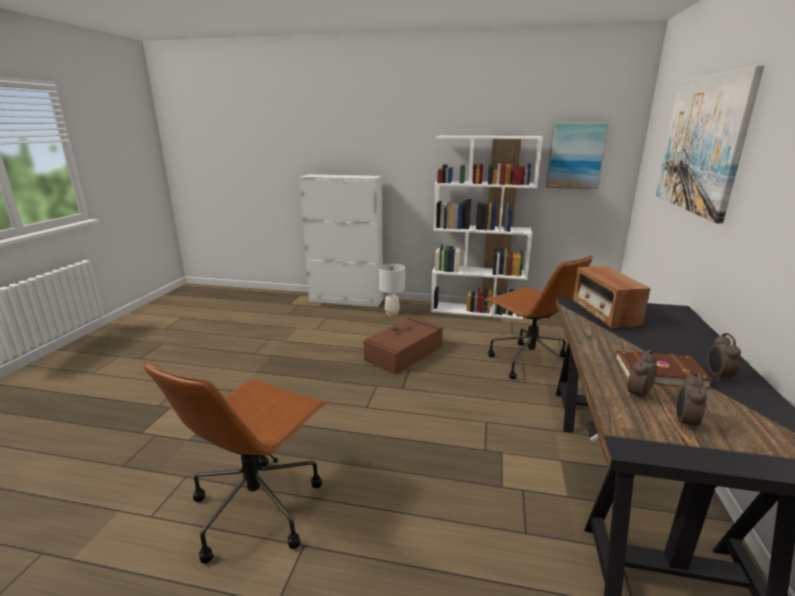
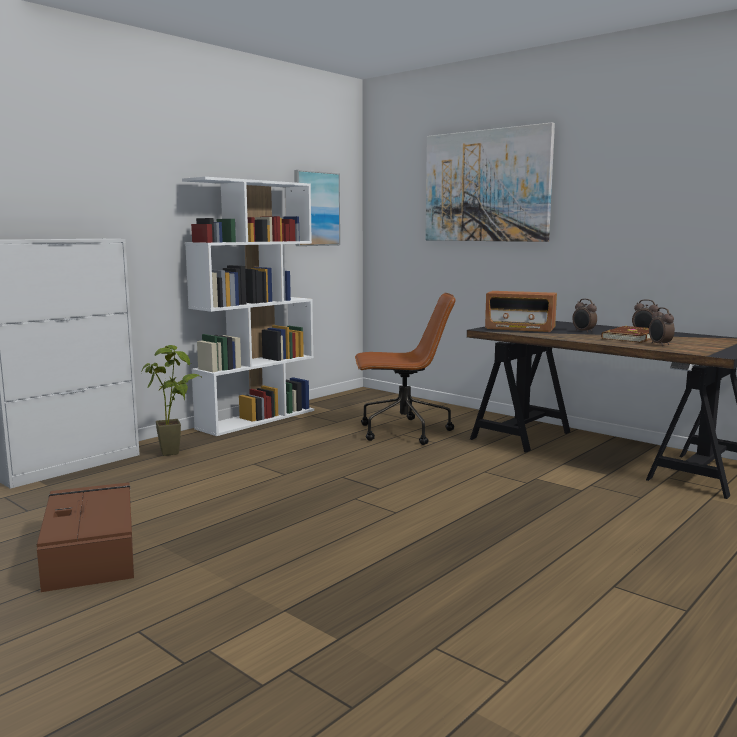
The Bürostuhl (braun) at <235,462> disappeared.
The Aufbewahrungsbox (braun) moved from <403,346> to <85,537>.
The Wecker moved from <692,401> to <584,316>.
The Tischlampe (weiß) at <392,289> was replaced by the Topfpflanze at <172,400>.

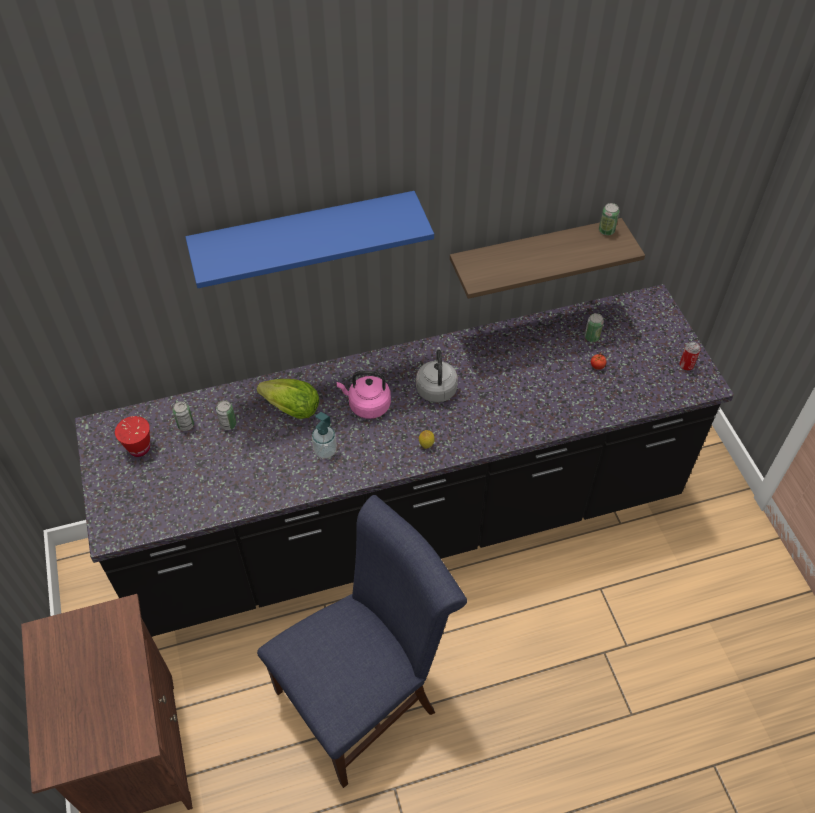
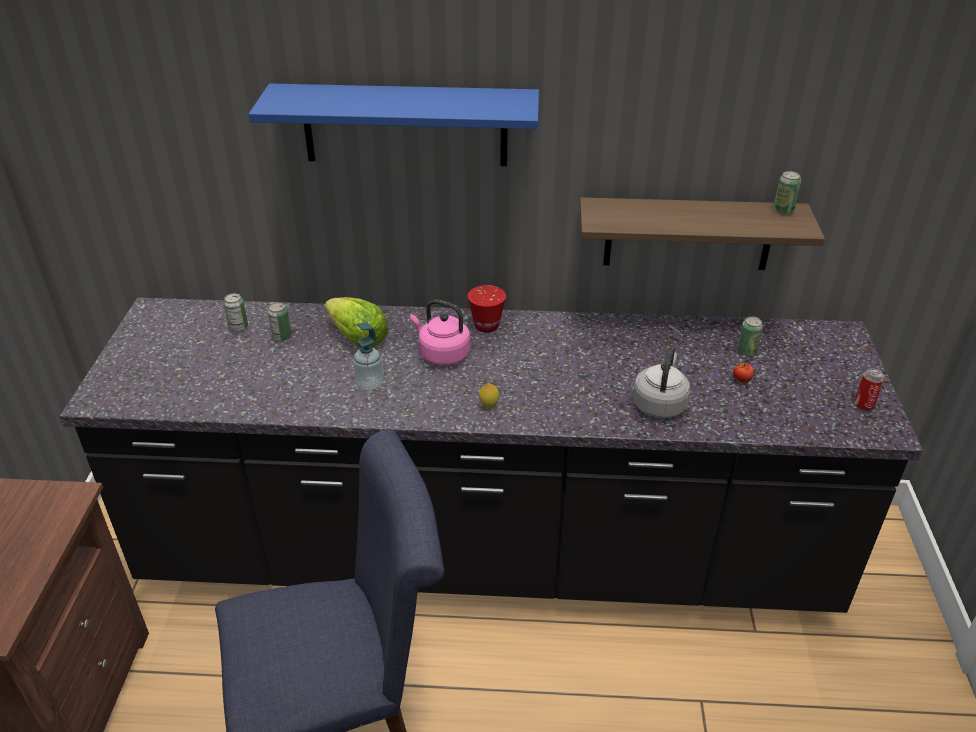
The Tasse (rot) moved from <132,436> to <487,309>.
The Wasserkessel (grau) moved from <437,375> to <661,382>.

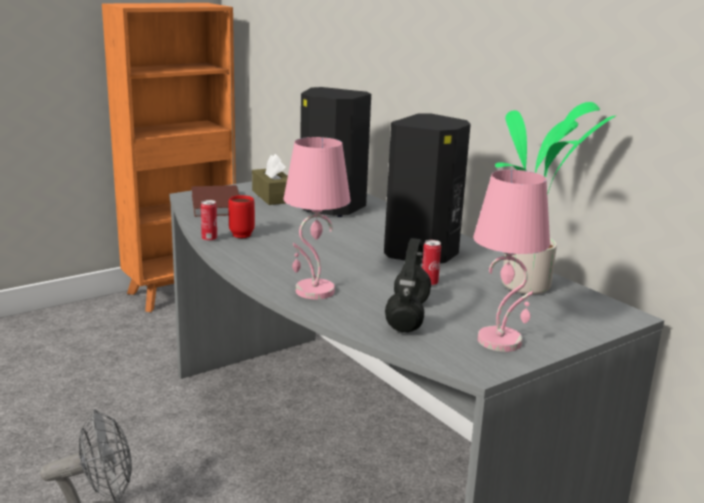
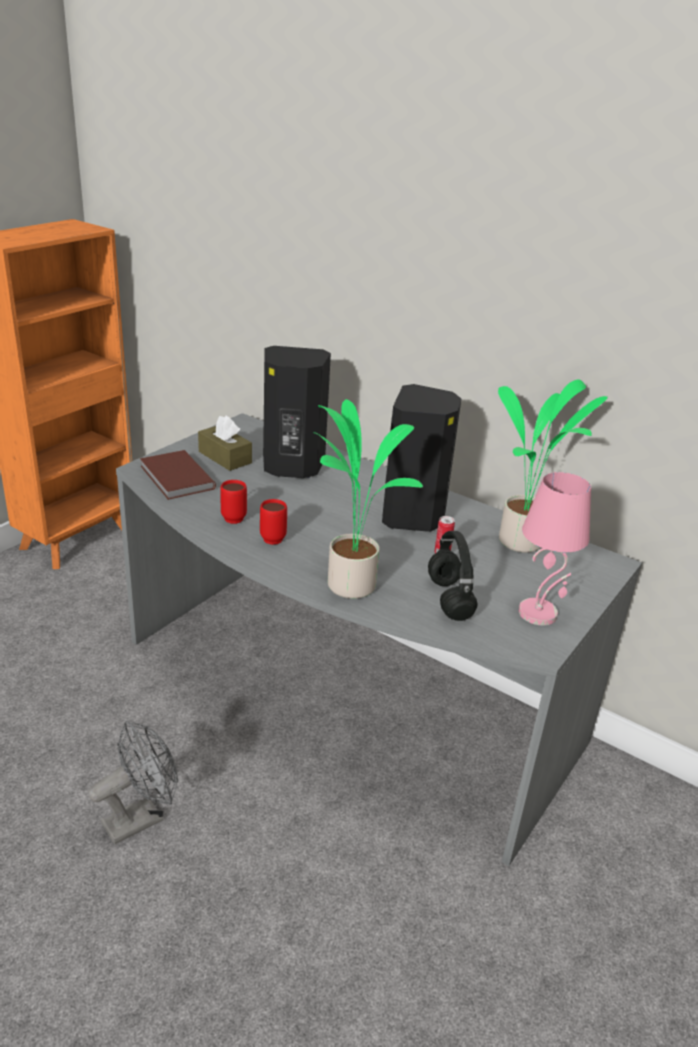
The Dose at <209,221> disappeared.
The Henkelbecher (rot) at <273,522> appeared.
The Tischlampe (rosa) at <317,218> was replaced by the Topfpflanze at <368,499>.

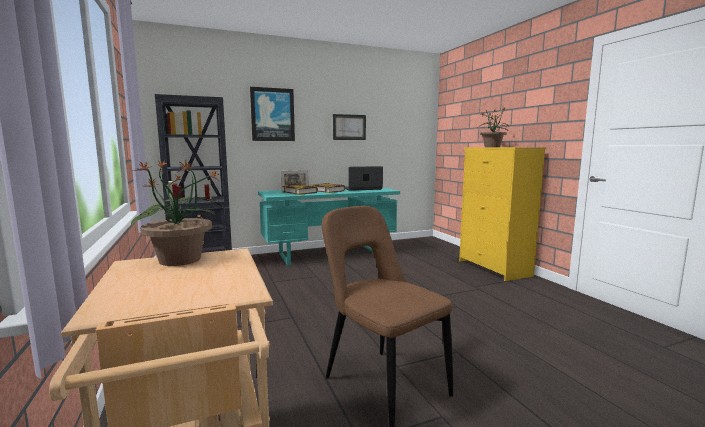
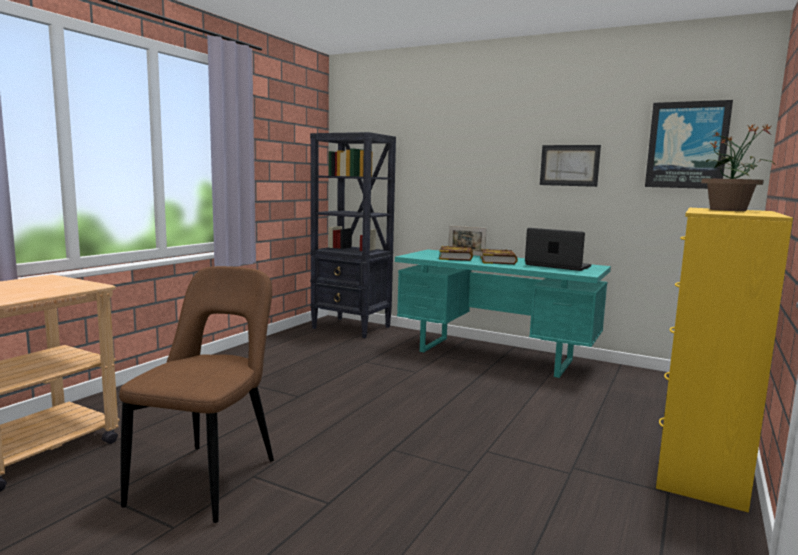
The Topfpflanze at <177,213> disappeared.
The Bild moved from <272,114> to <689,144>.

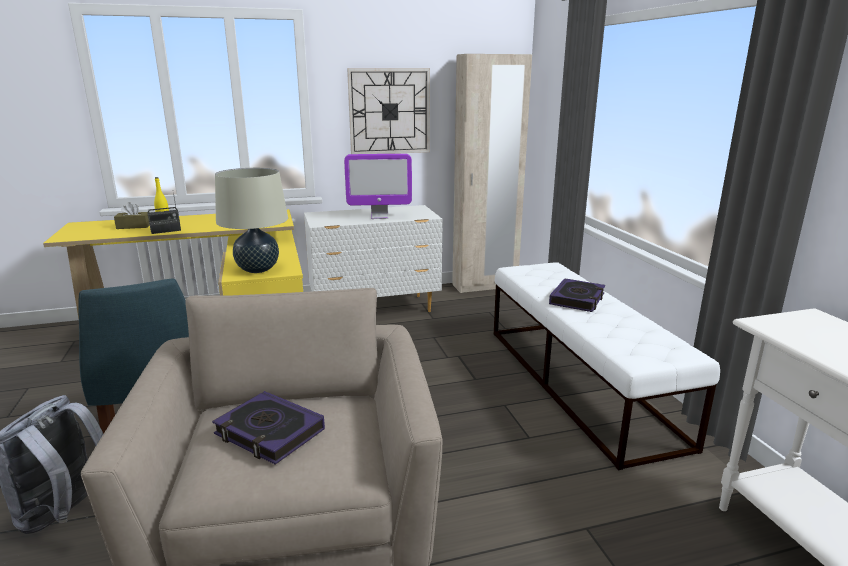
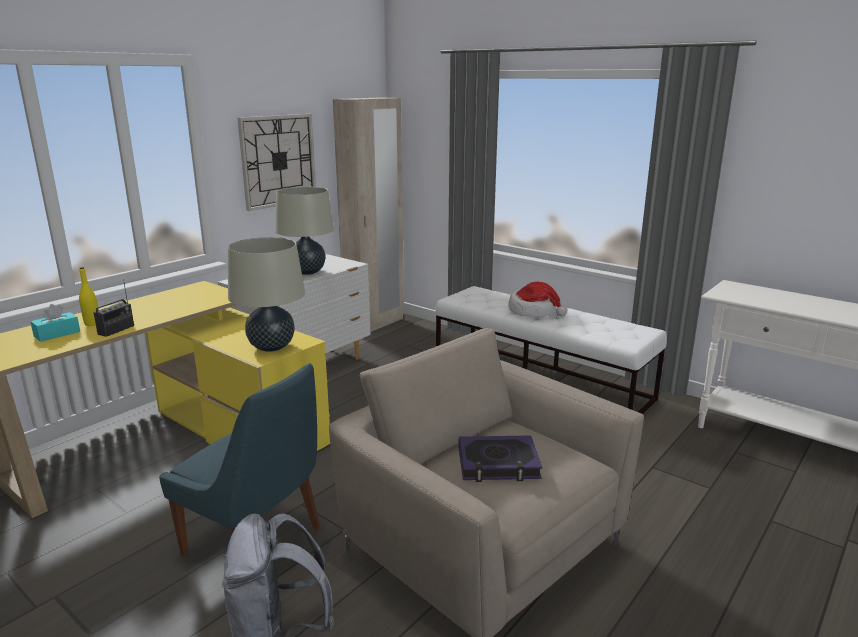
The Monitor at <378,186> was replaced by the Tischlampe (beige) at <304,231>.
The Buch at <577,295> was replaced by the Hut at <537,299>.
The Taschentuchbox (braun) at <132,215> became the Taschentuchbox (türkis) at <55,323>.

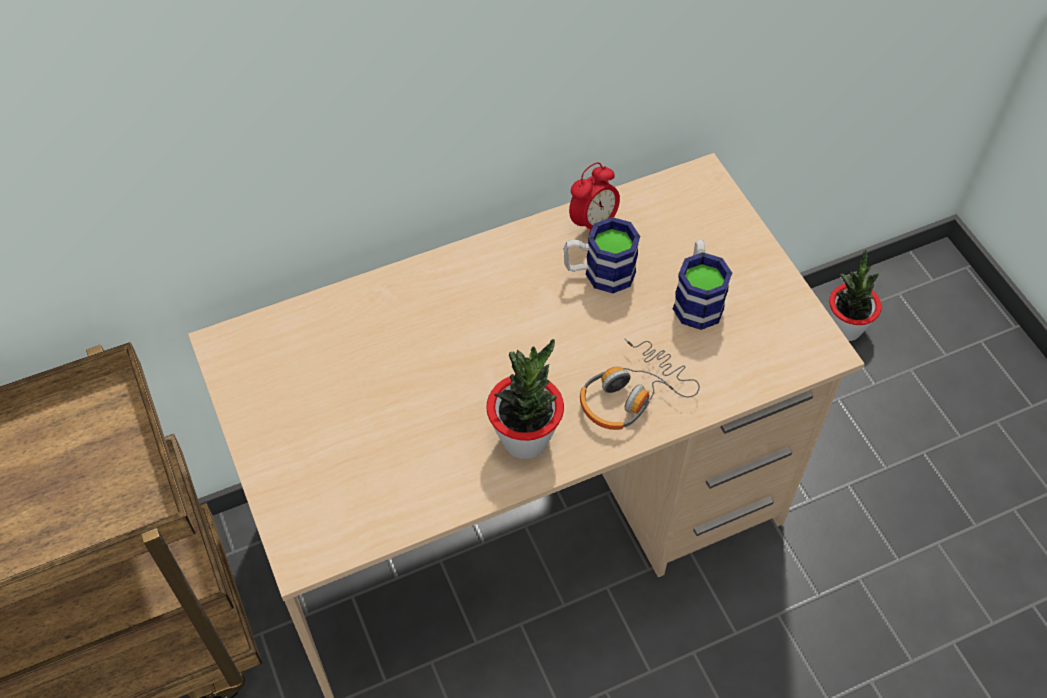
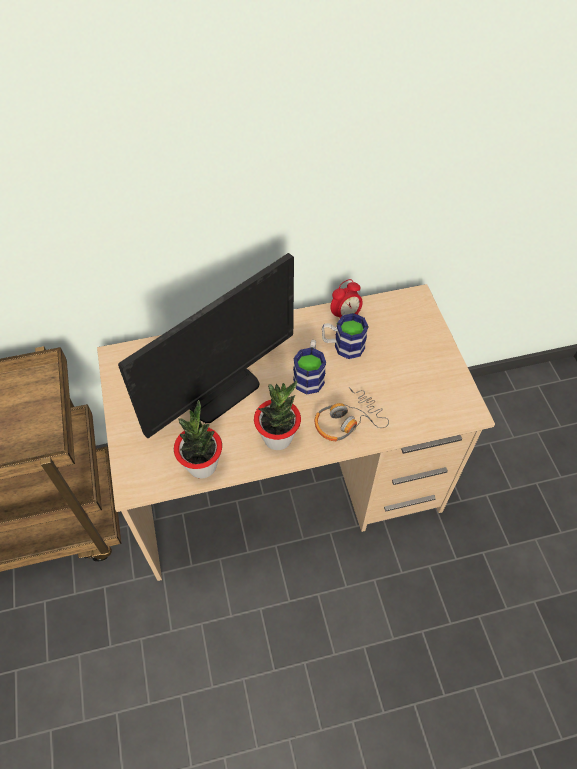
The Monitor at <206,345> appeared.
The Henkelbecher moved from <702,285> to <309,367>.
The Topfpflanze moved from <855,295> to <198,439>.

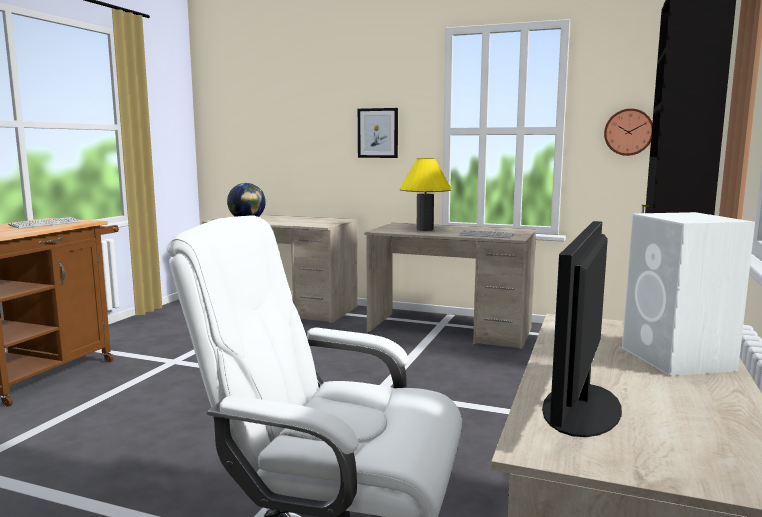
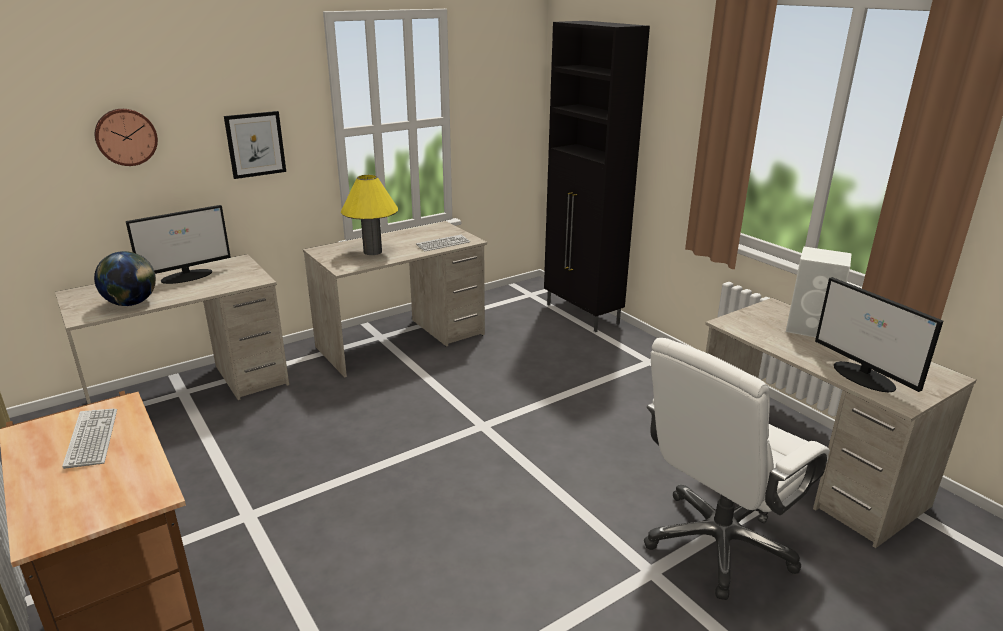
The Monitor at <178,244> appeared.
The Wanduhr moved from <628,132> to <126,137>.

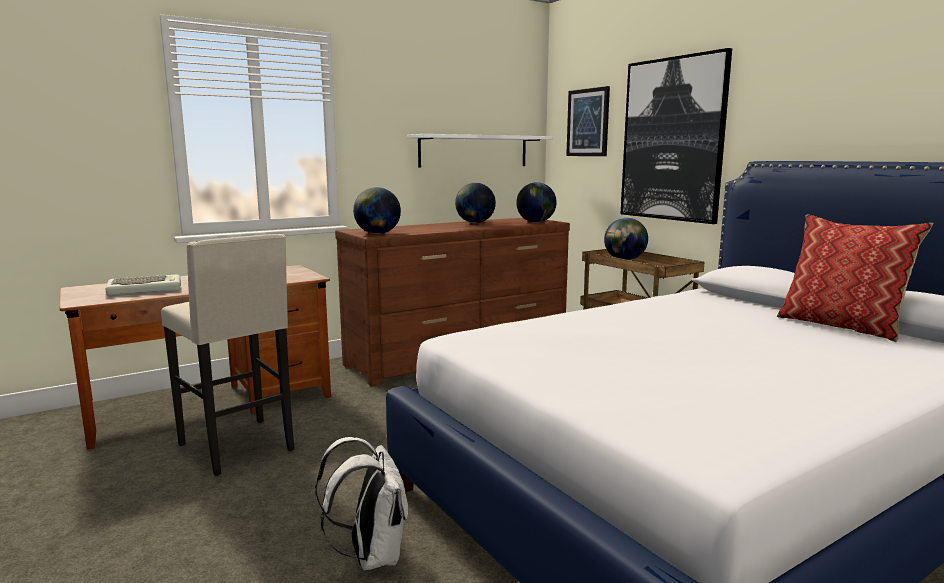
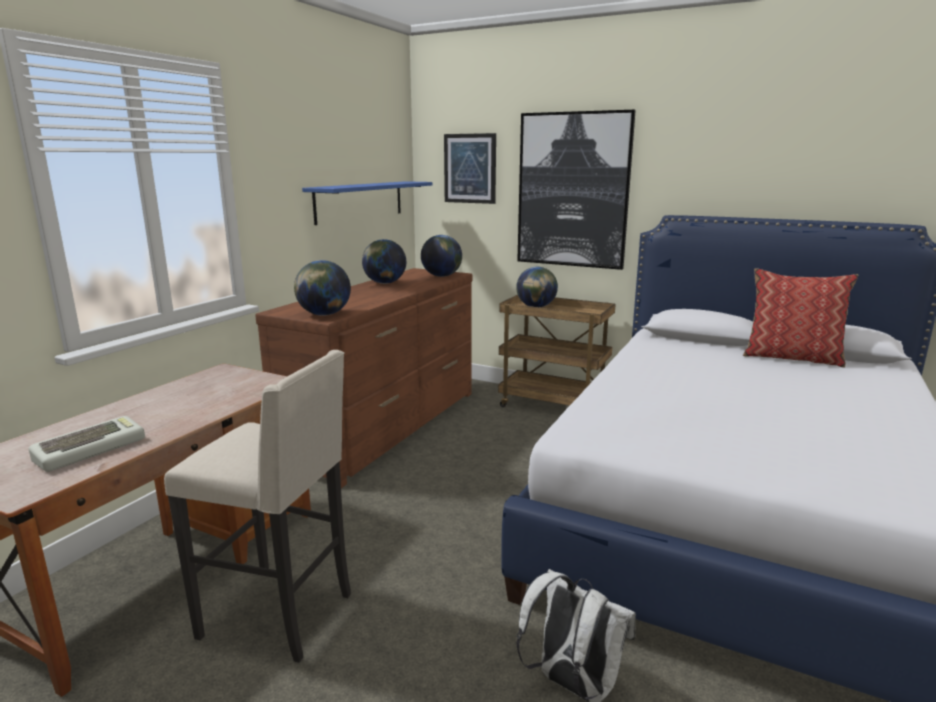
The Wandregal (weiß) at <480,151> became the Wandregal (blau) at <367,203>.

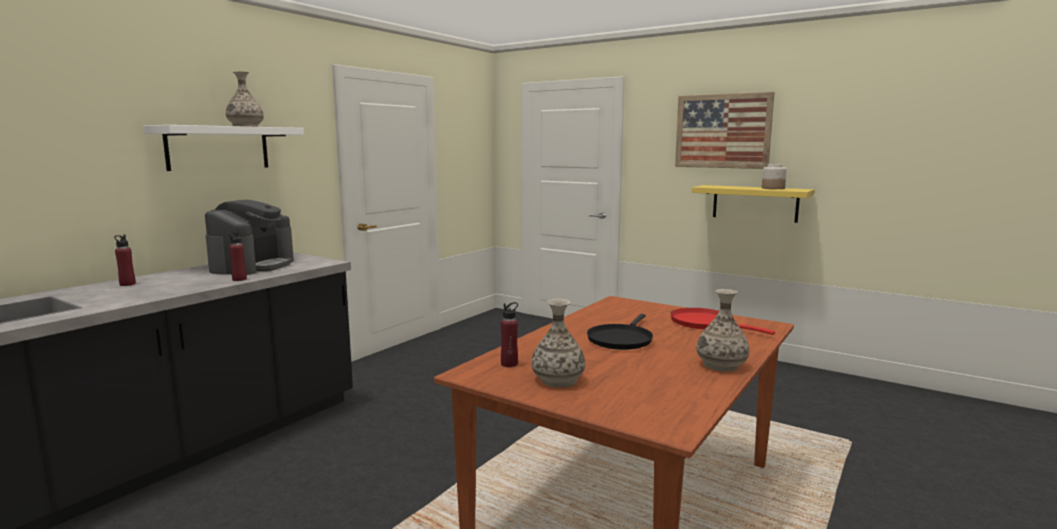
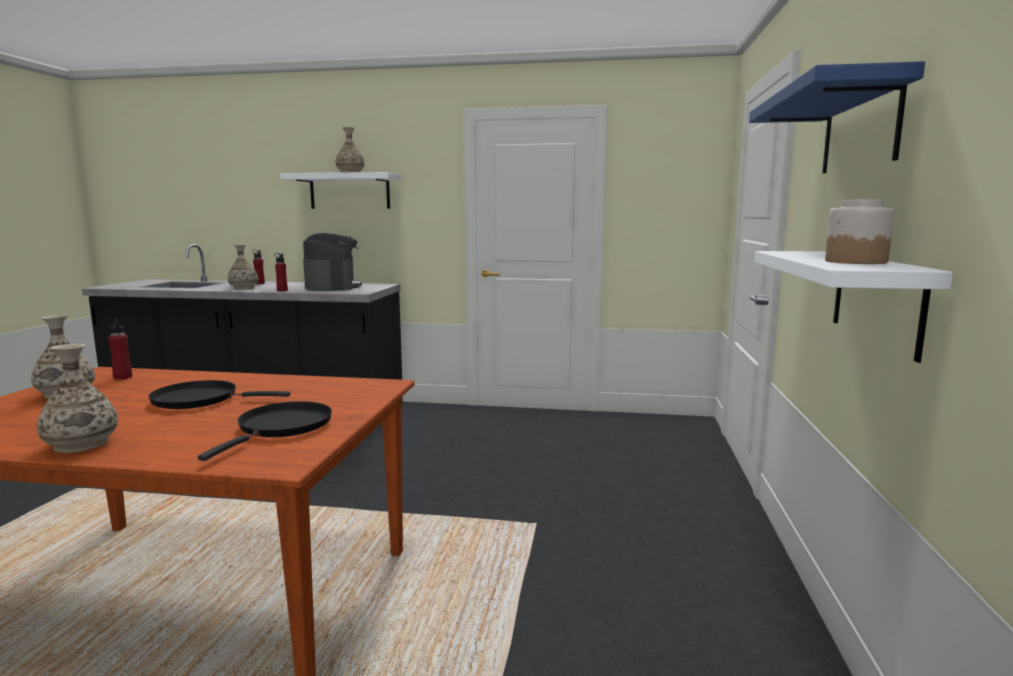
The Vase at <242,266> appeared.
The Bild at <725,130> was replaced by the Wandregal (blau) at <837,117>.
The Pfanne (rot) at <722,321> became the Pfanne (schwarz) at <265,431>.
The Wandregal (gelb) at <753,204> became the Wandregal (weiß) at <853,307>.
The Kaffeemaschine at <249,237> turned 90 degrees counterclockwise.

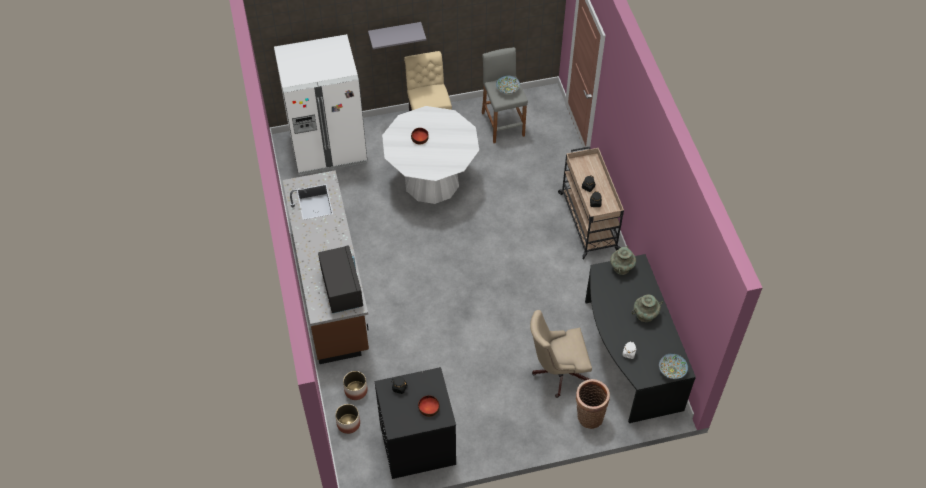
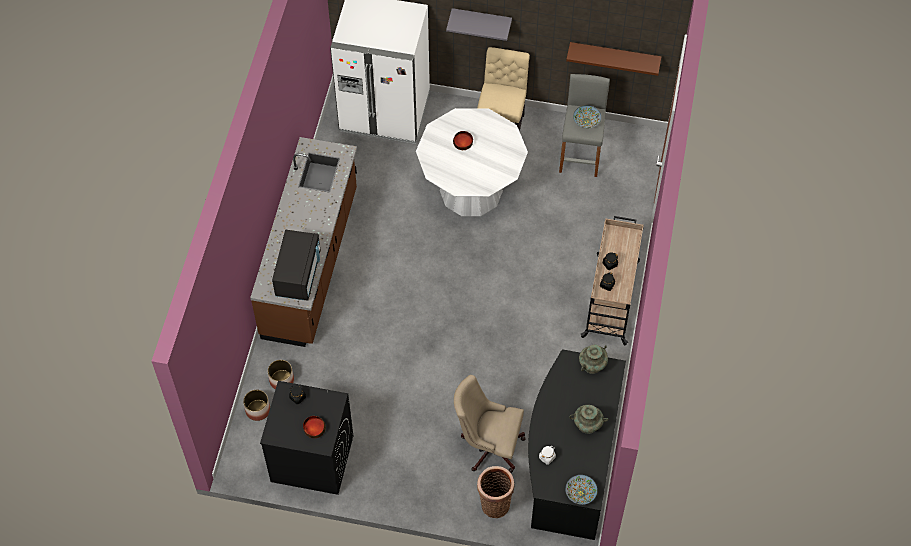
The Wandregal (braun) at <613,59> appeared.

